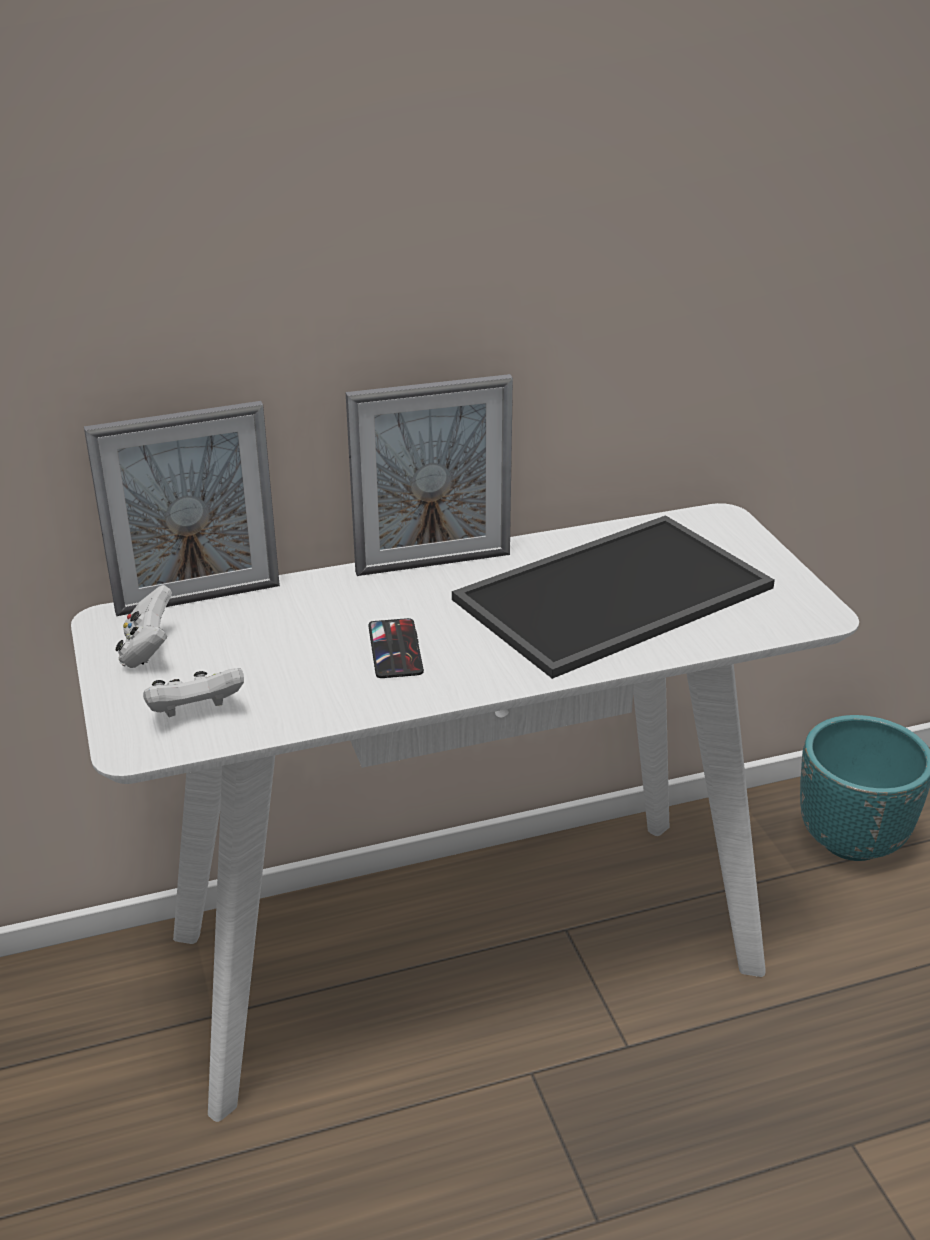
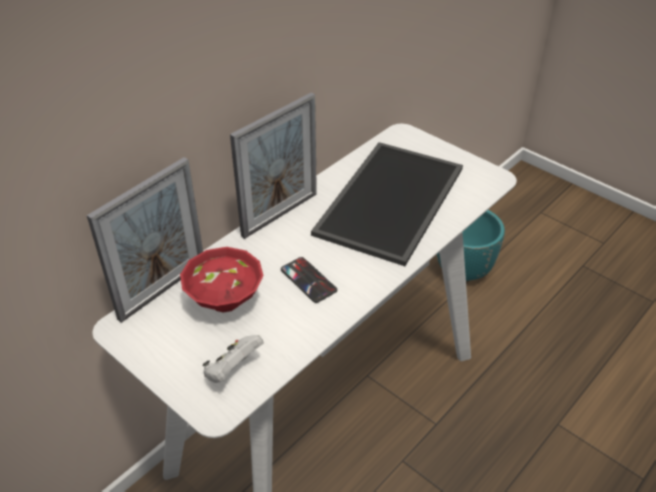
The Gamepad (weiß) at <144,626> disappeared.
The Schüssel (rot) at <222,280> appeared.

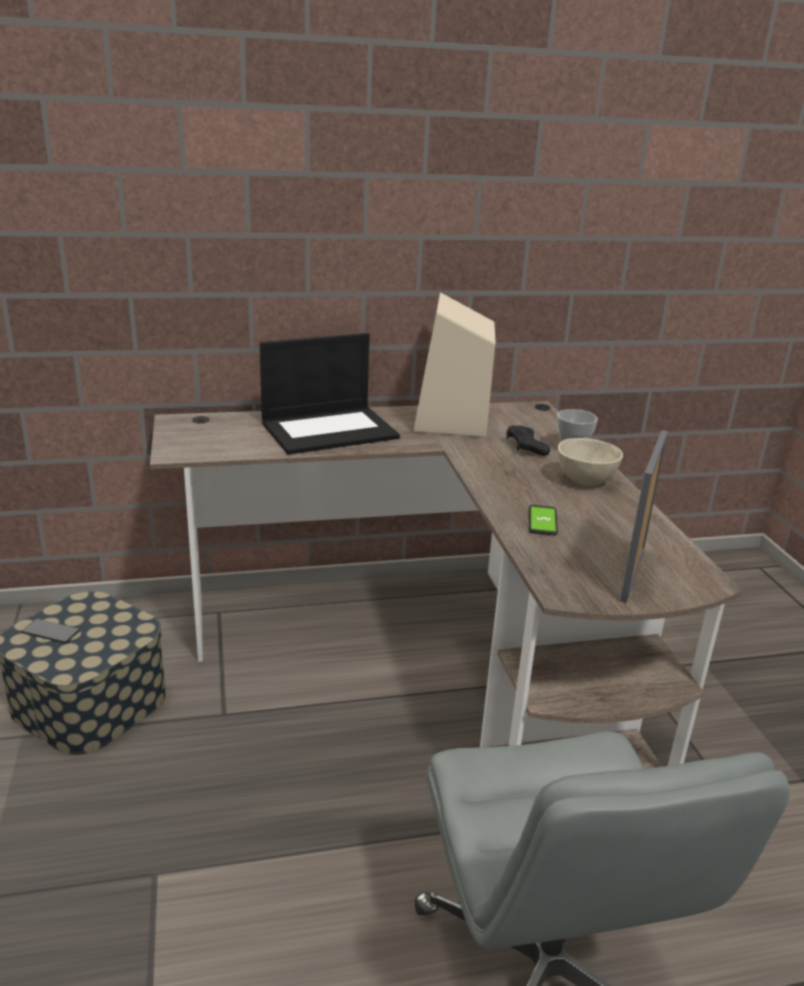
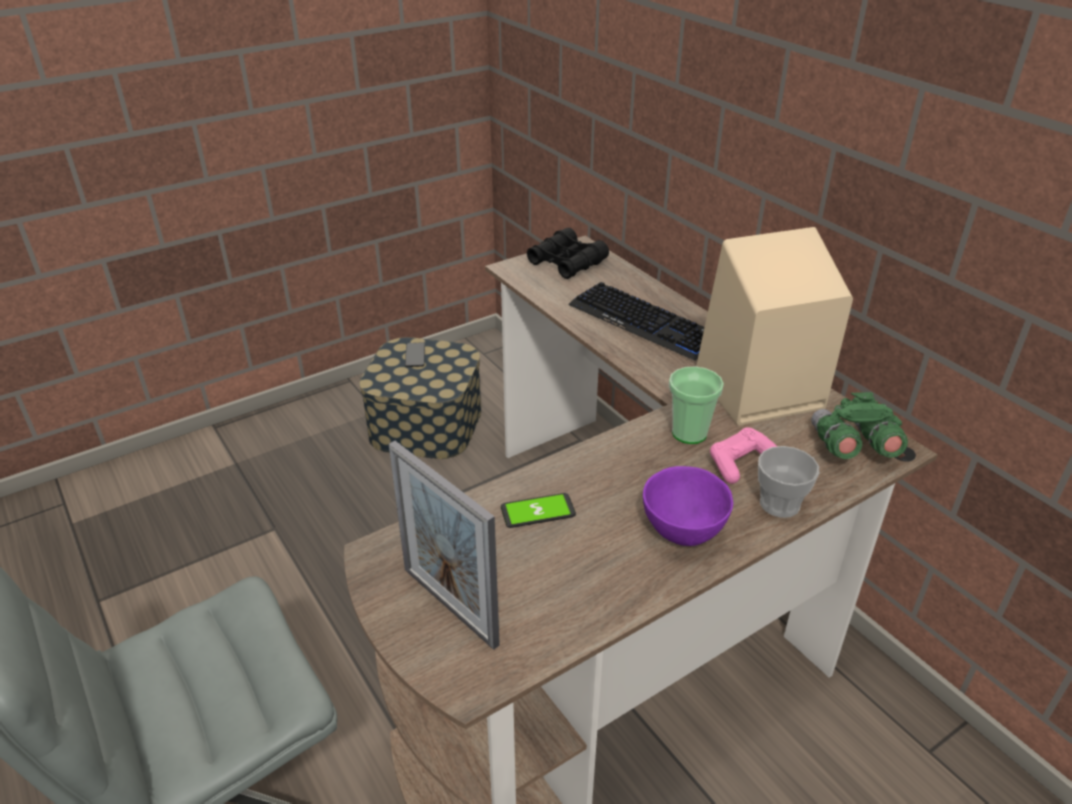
The Fernglas (schwarz) at <568,253> appeared.
The Tasse at <696,405> appeared.
The Fernglas (grün) at <859,425> appeared.
The Laptop at <330,394> was replaced by the Tastatur at <636,321>.
The Gamepad (schwarz) at <528,440> became the Gamepad (rosa) at <744,455>.
The Schüssel (beige) at <590,462> became the Schüssel (lila) at <688,506>.
The Bilderrahmen at <644,516> turned 135 degrees counterclockwise.

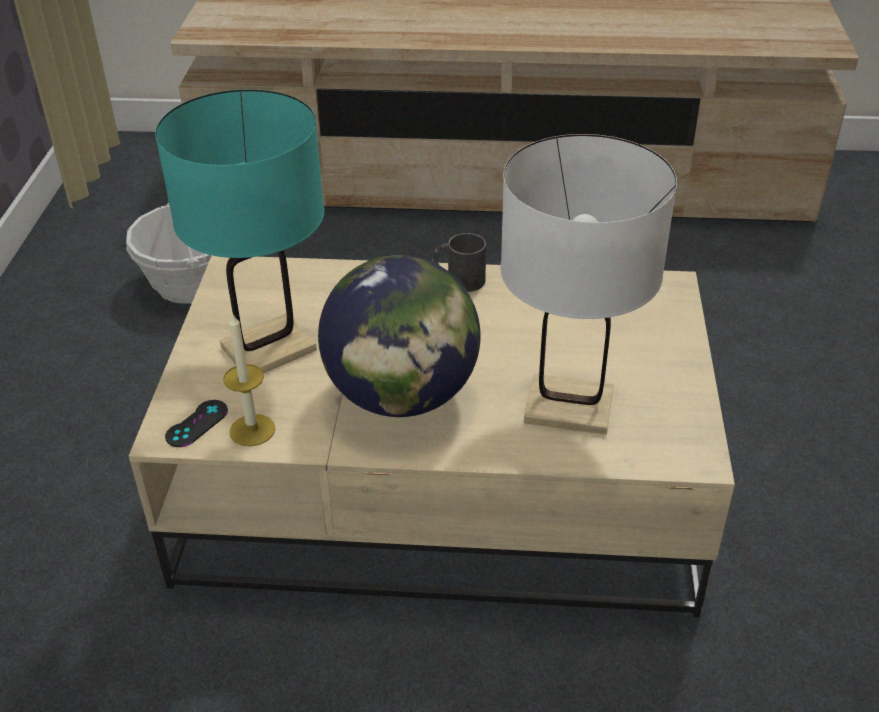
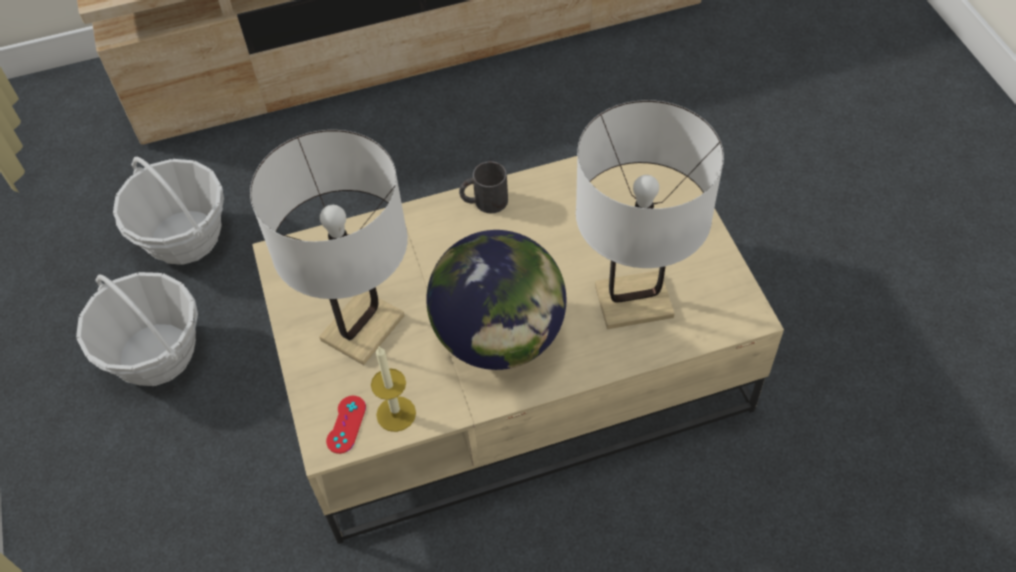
The Korb at <137,329> appeared.
The Tischlampe (türkis) at <239,231> became the Tischlampe (weiß) at <329,247>.
The Gamepad (schwarz) at <196,423> became the Gamepad (rot) at <346,425>.

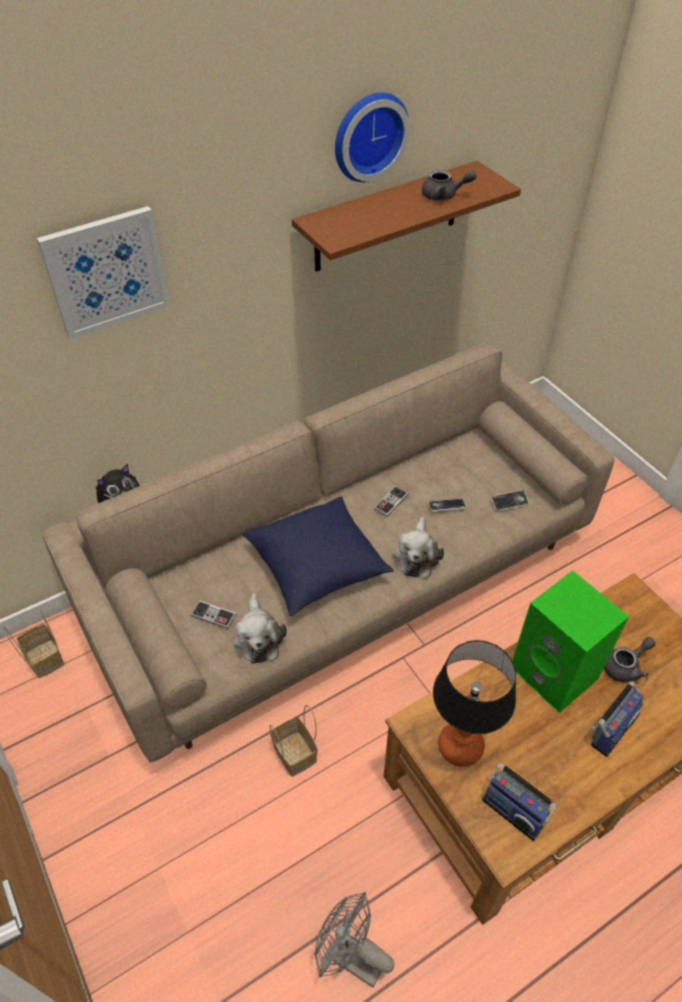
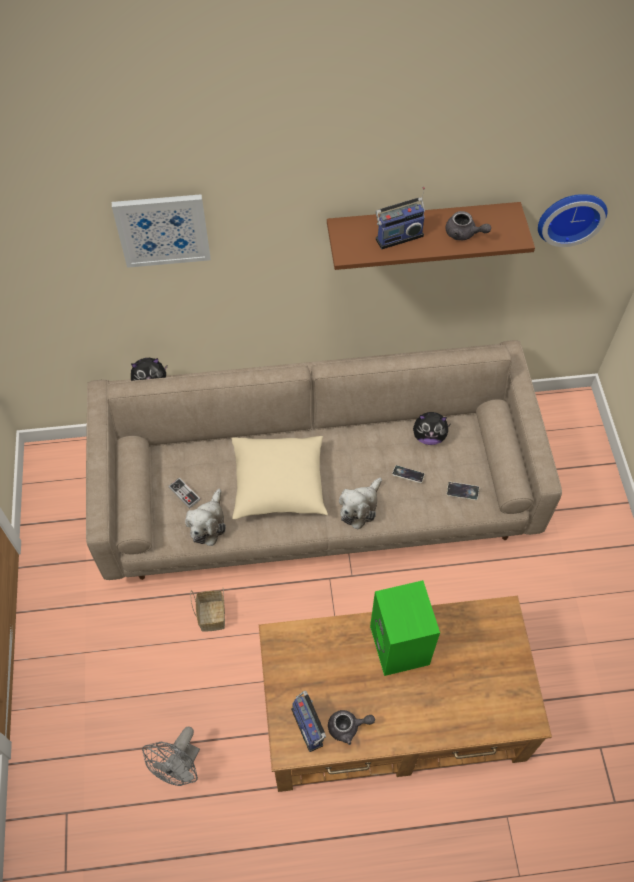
The Korb at <33,643> disappeared.
The Gamepad at <391,501> disappeared.
The Tischlampe at <474,703> disappeared.
The Plüschtier at <431,428> appeared.
The Wanduhr moved from <372,137> to <572,220>.
The Radio moved from <619,716> to <400,218>.
The Teekanne (grau) moved from <629,659> to <351,727>.
The Kissen (blau) at <318,556> became the Kissen (beige) at <279,477>.
The Ventilator (grau) at <354,939> turned 120 degrees counterclockwise.

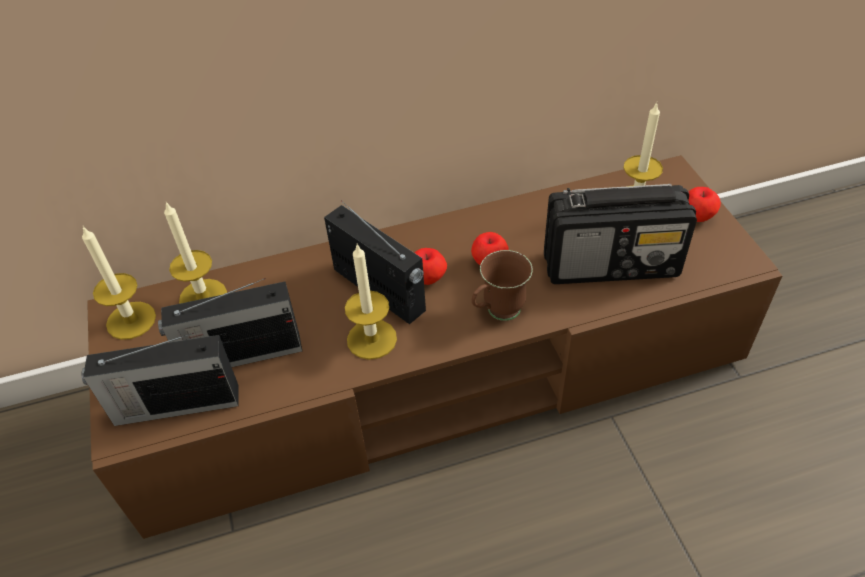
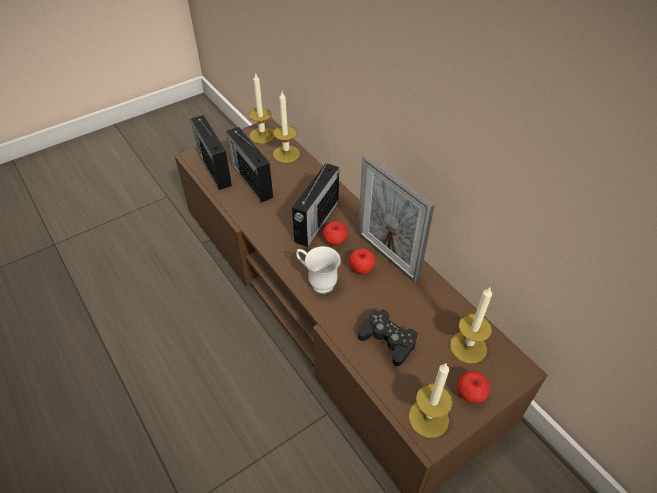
The Bilderrahmen at <396,219> appeared.
The Kerze moved from <371,301> to <430,400>.
The Radio at <620,234> was replaced by the Gamepad (schwarz) at <388,337>.
The Henkelbecher (braun) at <502,285> became the Henkelbecher (weiß) at <318,270>.

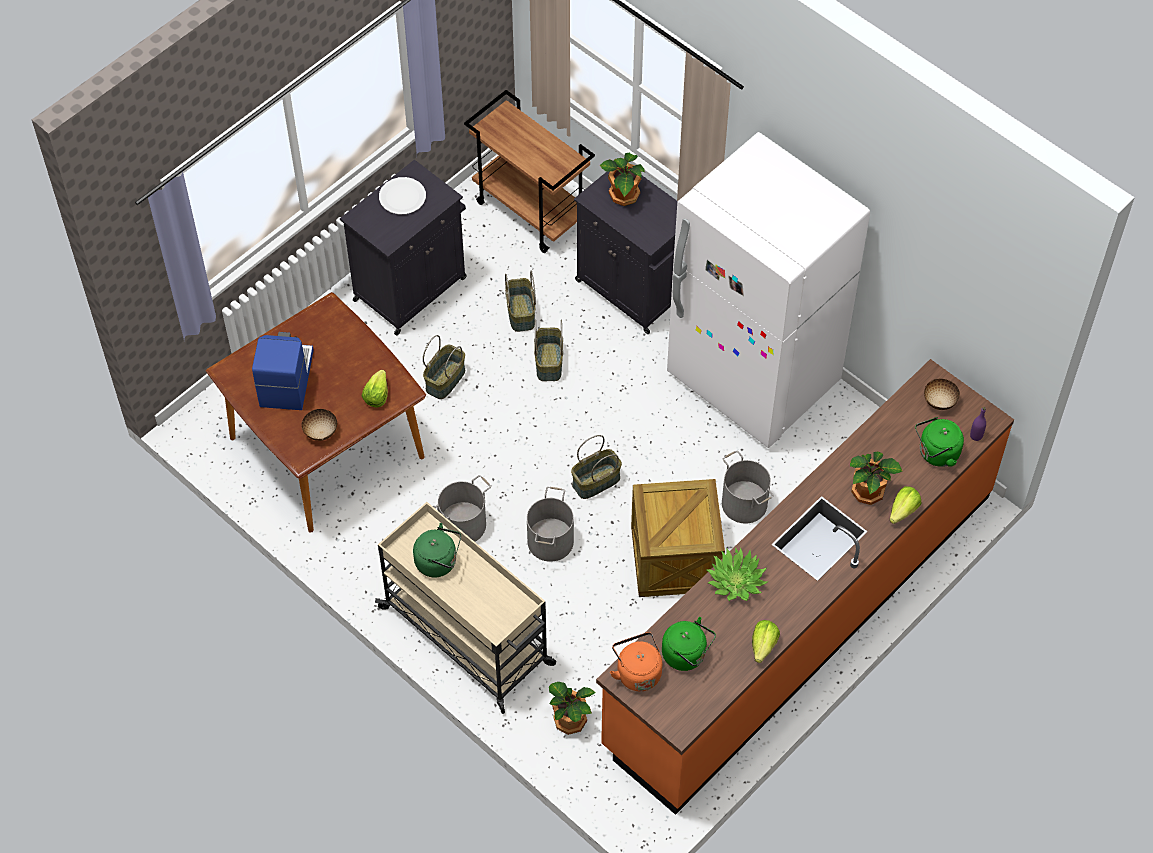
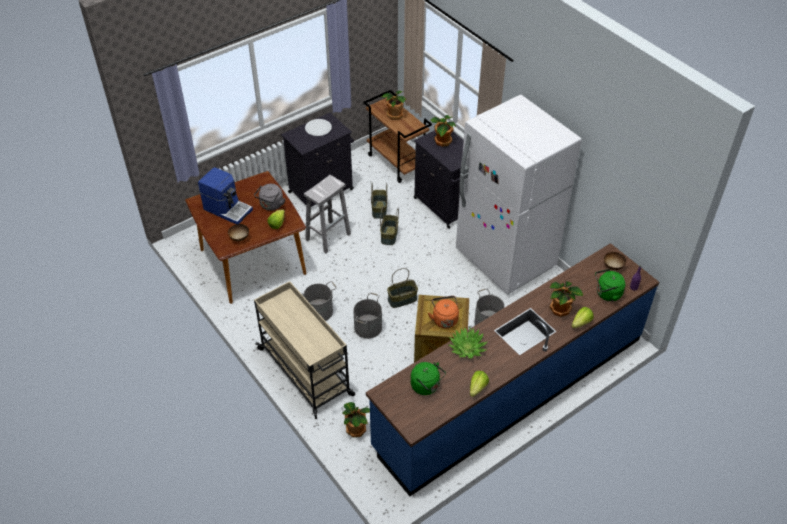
The Wasserkessel (grün) at <437,550> disappeared.
The Wasserkessel (grau) at <269,197> appeared.
The Topfpflanze at <394,105> appeared.
The Wasserkessel (orange) moved from <636,661> to <443,312>.
The Korb at <444,367> was replaced by the Hocker (weiß) at <327,214>.
The Küchenzeile (orange) at <805,587> became the Küchenzeile (blau) at <512,369>.
The Kaffeemaschine at <283,371> turned 105 degrees clockwise.

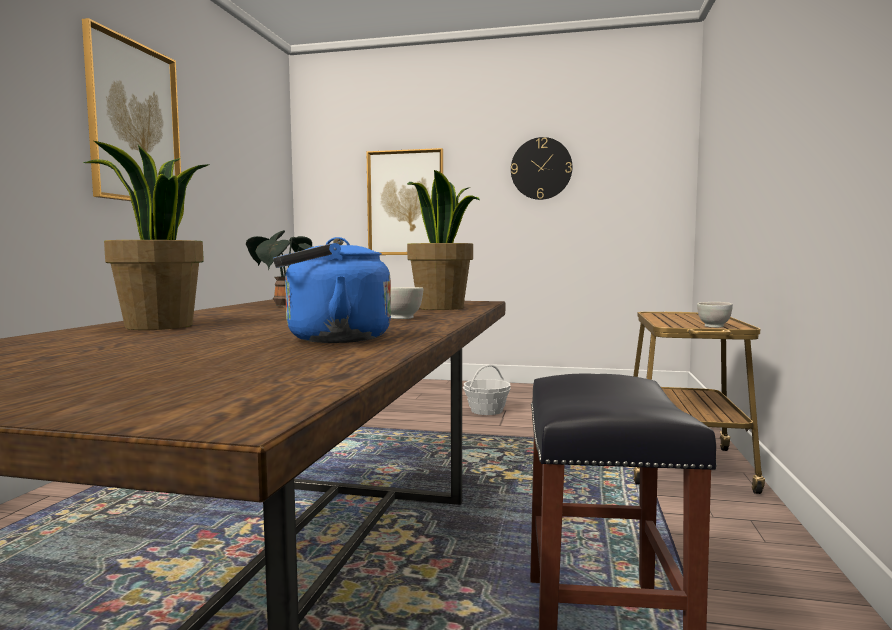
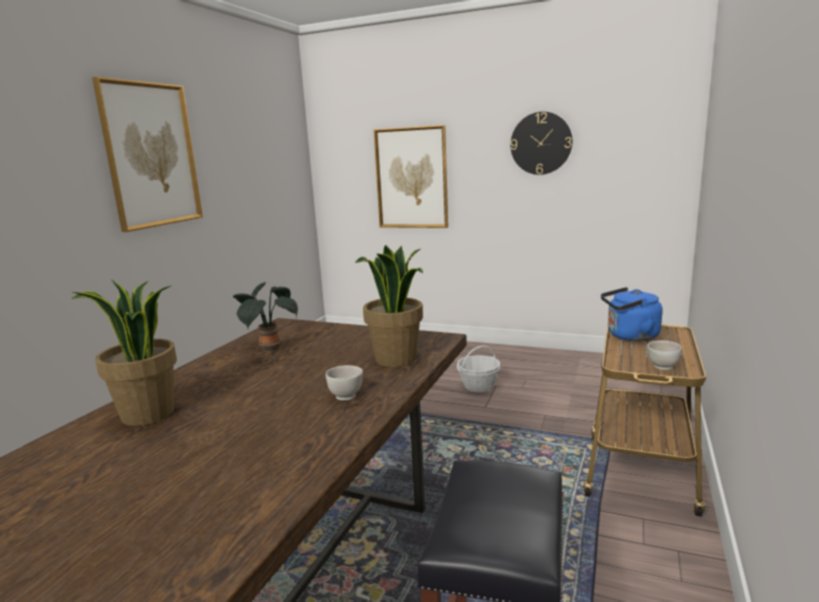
The Wasserkessel (blau) moved from <332,290> to <631,314>.

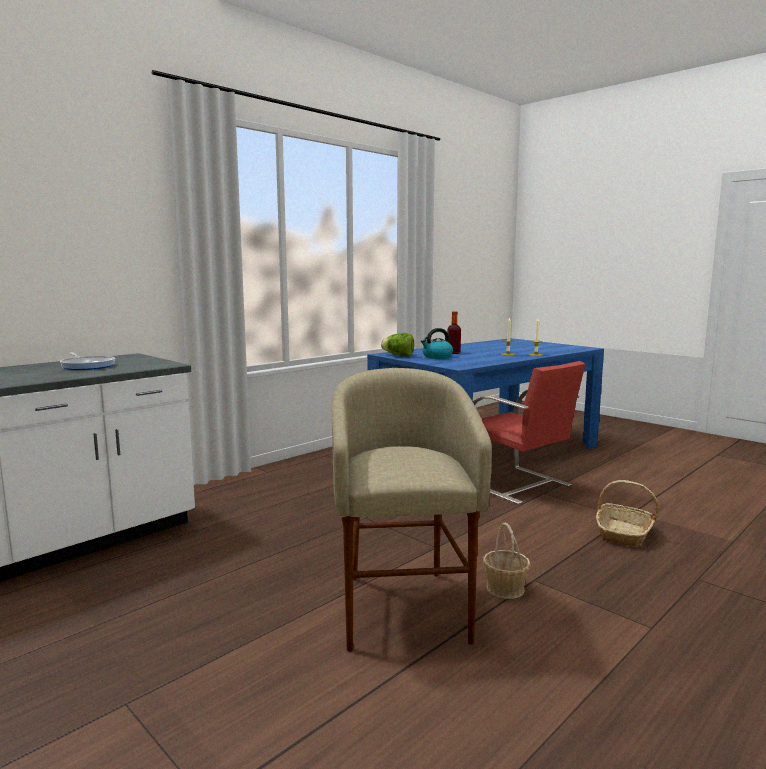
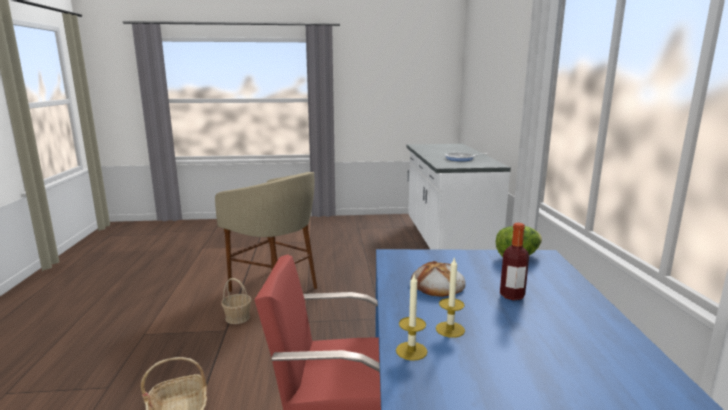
The Wasserkessel at <437,343> disappeared.
The Brot at <438,279> appeared.

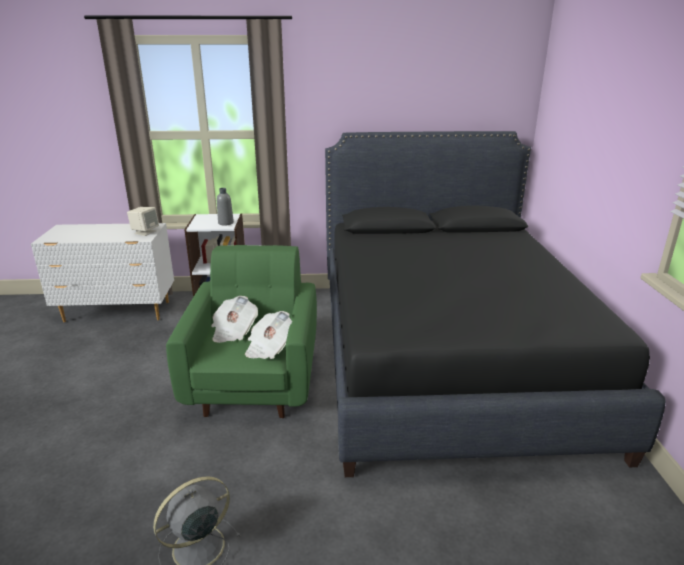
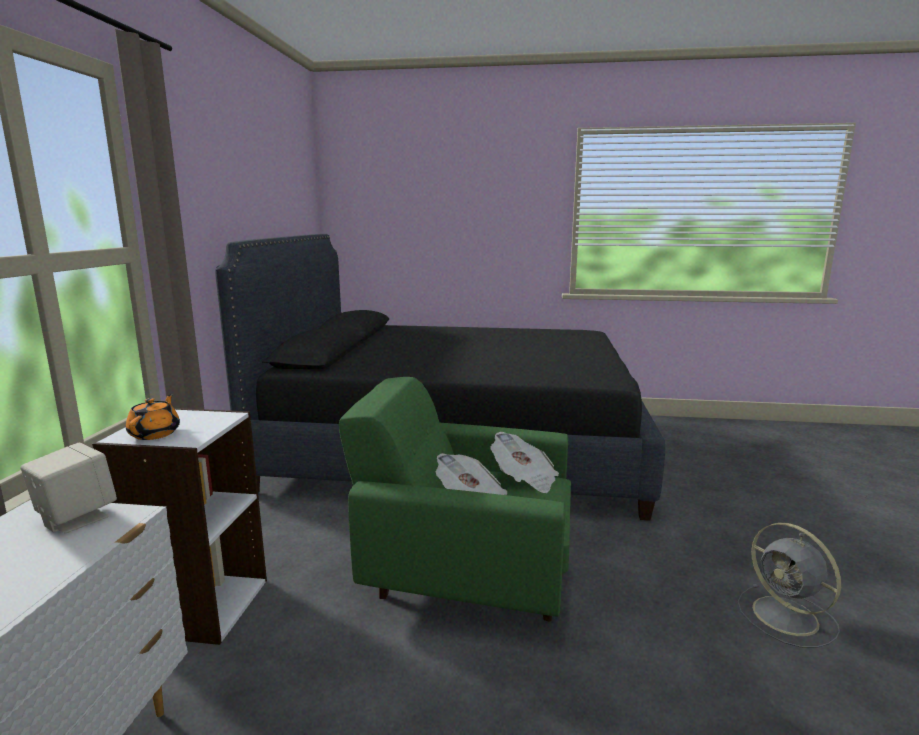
The Flasche (grau) at <225,207> disappeared.
The Teekanne (orange) at <153,417> appeared.

